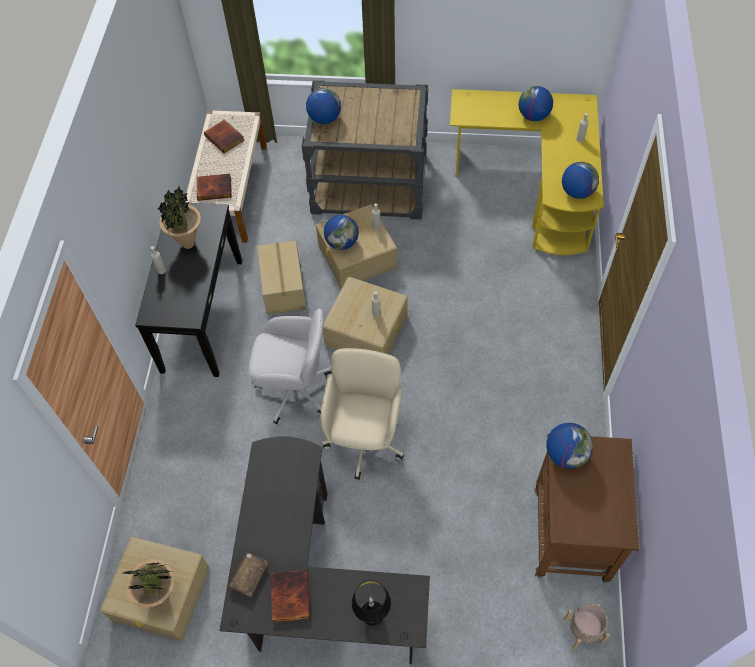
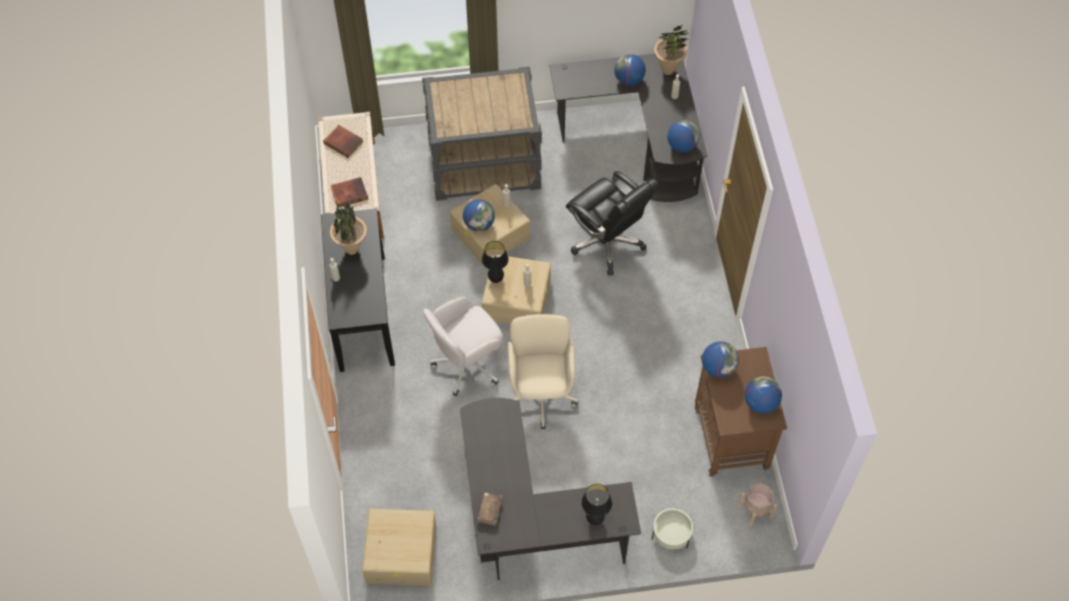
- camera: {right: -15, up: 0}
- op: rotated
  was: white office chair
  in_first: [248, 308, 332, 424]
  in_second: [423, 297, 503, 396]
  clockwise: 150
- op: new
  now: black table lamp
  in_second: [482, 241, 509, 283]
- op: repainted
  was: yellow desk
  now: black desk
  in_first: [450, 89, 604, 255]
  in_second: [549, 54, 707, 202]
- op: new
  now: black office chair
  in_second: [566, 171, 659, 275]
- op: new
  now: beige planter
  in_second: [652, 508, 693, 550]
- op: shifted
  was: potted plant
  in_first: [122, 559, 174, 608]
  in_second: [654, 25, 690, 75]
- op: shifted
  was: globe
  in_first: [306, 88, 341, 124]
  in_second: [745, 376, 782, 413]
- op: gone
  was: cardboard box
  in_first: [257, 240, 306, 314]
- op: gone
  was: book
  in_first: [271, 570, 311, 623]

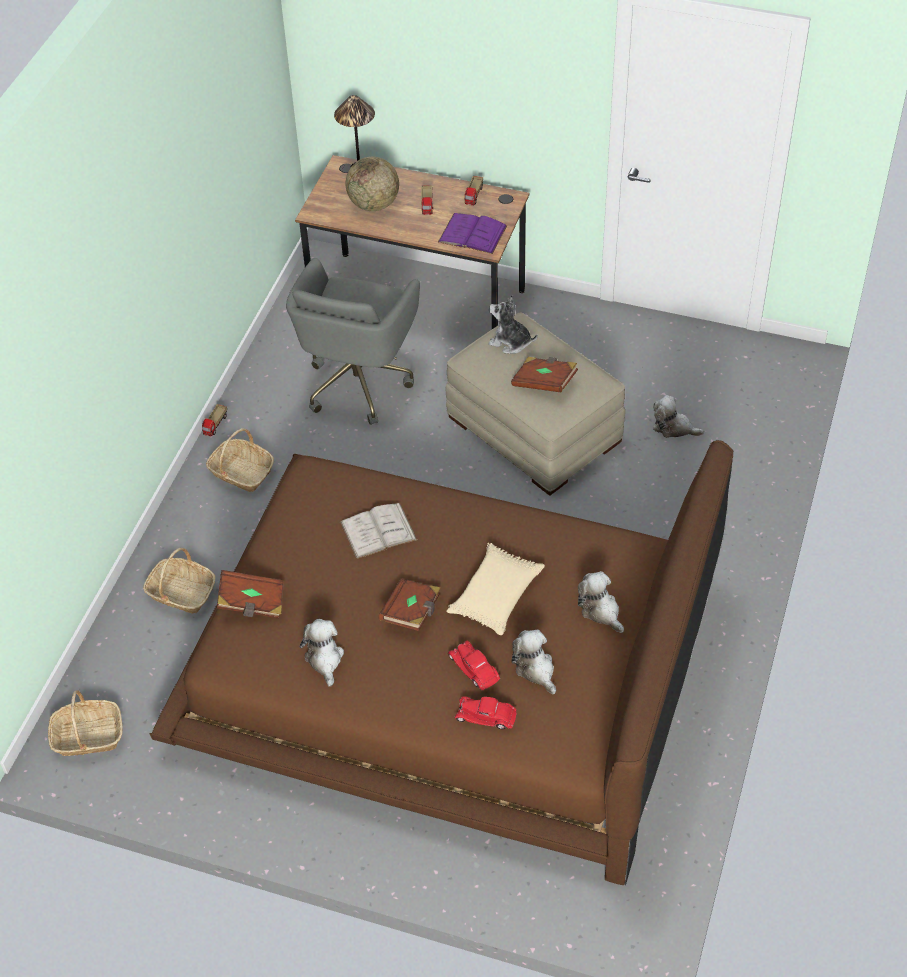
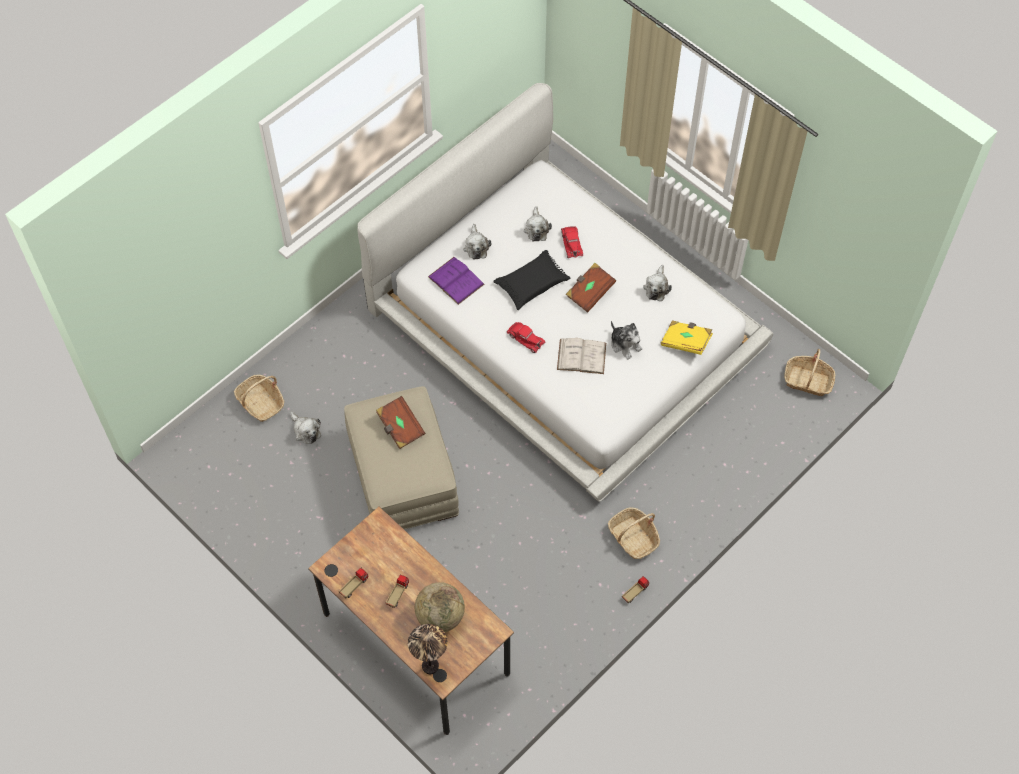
- camera: {right: -155, up: 10}
- op: shifted
  was: basket
  in_first: [143, 548, 215, 613]
  in_second: [234, 375, 284, 422]
- op: repainted
  was: brown bed
  now: white bed
  in_first: [150, 440, 733, 885]
  in_second: [357, 83, 773, 502]
- op: shifted
  was: purple book
  in_first: [438, 213, 507, 254]
  in_second: [428, 257, 484, 305]
- op: repainted
  was: beige pillow
  now: black pillow
  in_first: [446, 543, 545, 635]
  in_second: [493, 250, 570, 310]
- op: shifted
  was: red toy car
  in_first: [455, 696, 517, 729]
  in_second: [507, 322, 546, 353]
- op: shifted
  was: plush toy
  in_first: [489, 295, 537, 354]
  in_second: [611, 321, 642, 360]
- op: repainted
  was: brown book
  now: yellow book
  in_first: [217, 570, 284, 619]
  in_second: [661, 320, 713, 355]
- op: gone
  was: grey office chair
  in_first: [286, 258, 420, 425]

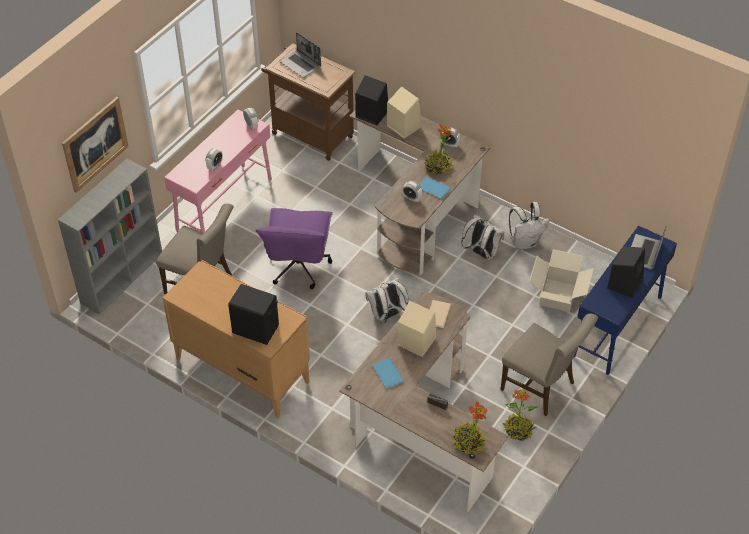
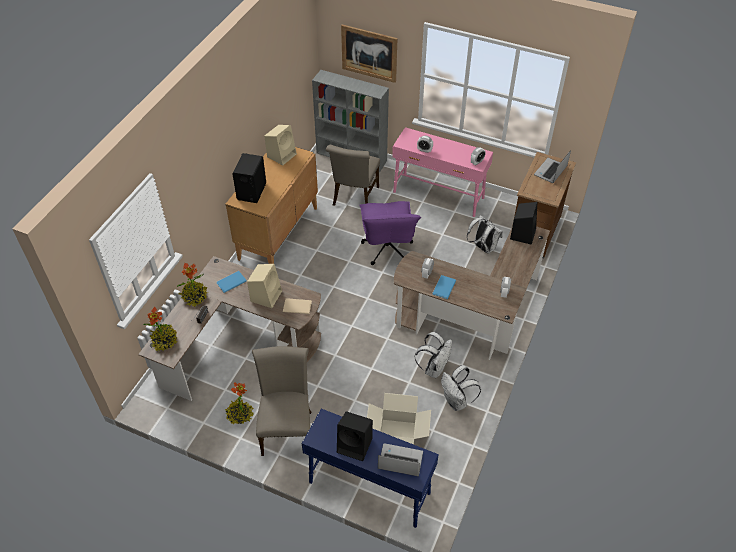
- camera: {right: 80, up: 0}
- op: shifted
  was: potted plant
  in_first: [425, 124, 454, 174]
  in_second: [177, 263, 207, 307]
- op: rotated
  was: beige chair
  in_first: [500, 314, 598, 416]
  in_second: [252, 346, 311, 456]
  clockwise: 150
- op: shifted
  was: beige speaker
  in_first: [387, 86, 422, 138]
  in_second: [264, 125, 297, 165]
- op: rotated
  was: purple office chair
  in_first: [255, 208, 333, 289]
  in_second: [359, 201, 421, 265]
  clockwise: -90
- op: shifted
  was: white backpack
  in_first: [365, 277, 408, 323]
  in_second: [467, 215, 503, 254]

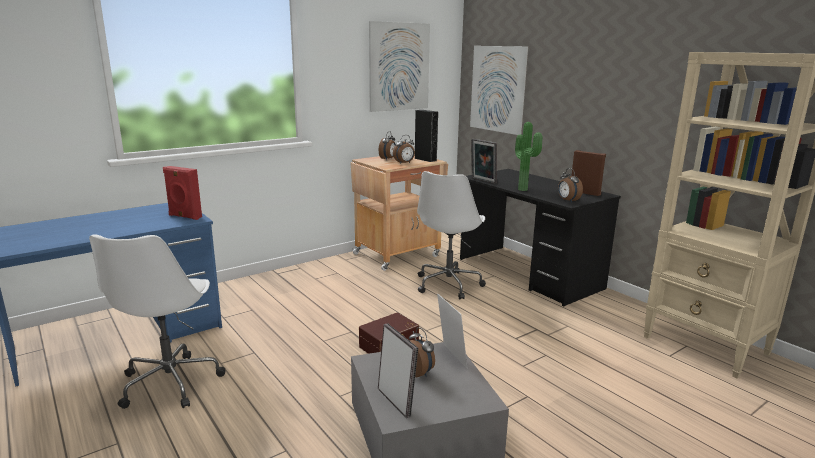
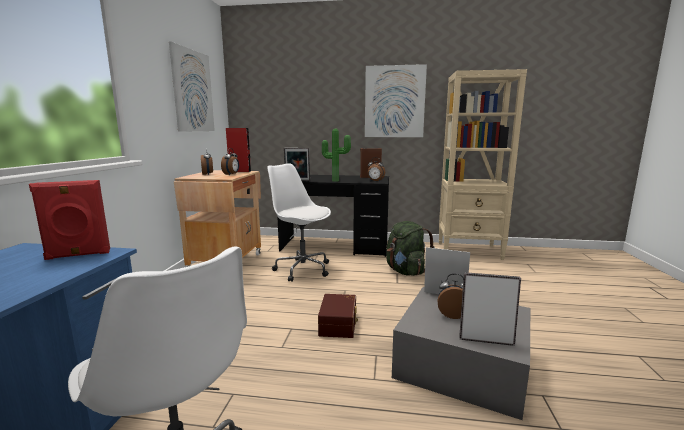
- camera: {right: -45, up: -5}
- op: repainted
  was: black speaker
  now: red speaker
  in_first: [414, 110, 438, 162]
  in_second: [226, 128, 251, 172]
- op: rotated
  was: white office chair
  in_first: [417, 171, 486, 299]
  in_second: [267, 163, 331, 282]
  clockwise: 150
- op: shifted
  was: picture
  in_first: [470, 46, 528, 135]
  in_second: [365, 64, 427, 137]
- op: new
  now: green backpack
  in_second: [386, 221, 435, 276]

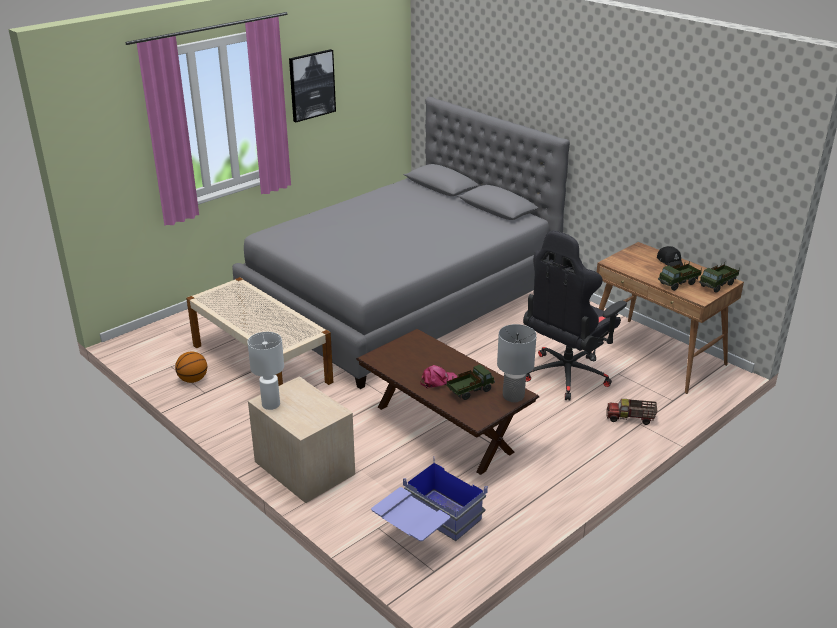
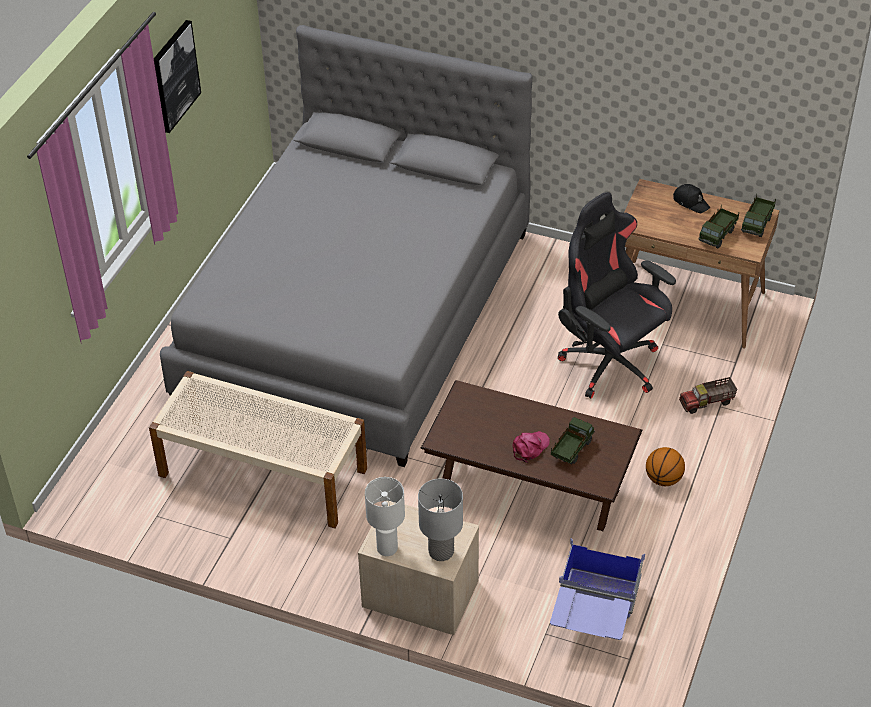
- camera: {right: -25, up: 15}
- op: shifted
  was: grey table lamp
  in_first: [497, 324, 537, 403]
  in_second: [418, 478, 463, 561]
- op: rotated
  was: black office chair
  in_first: [523, 230, 627, 400]
  in_second: [558, 192, 676, 399]
  clockwise: 120
- op: shifted
  was: basketball
  in_first: [175, 351, 207, 383]
  in_second: [646, 447, 685, 486]

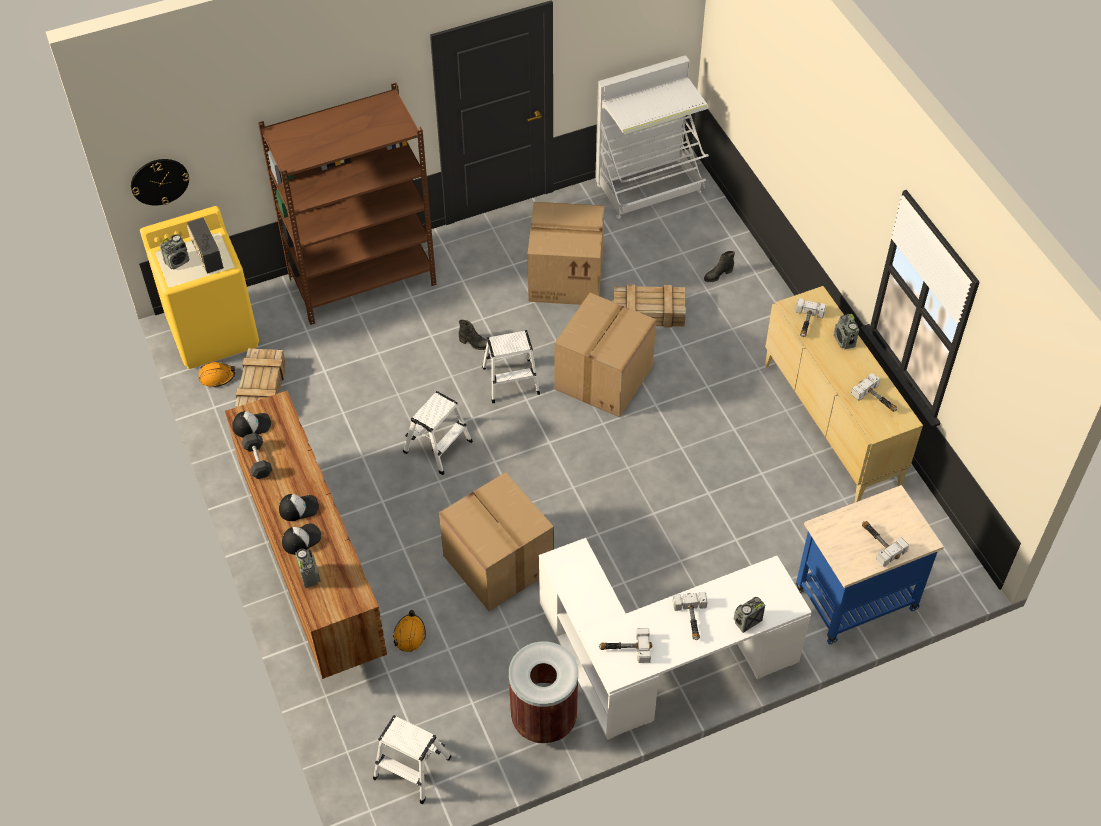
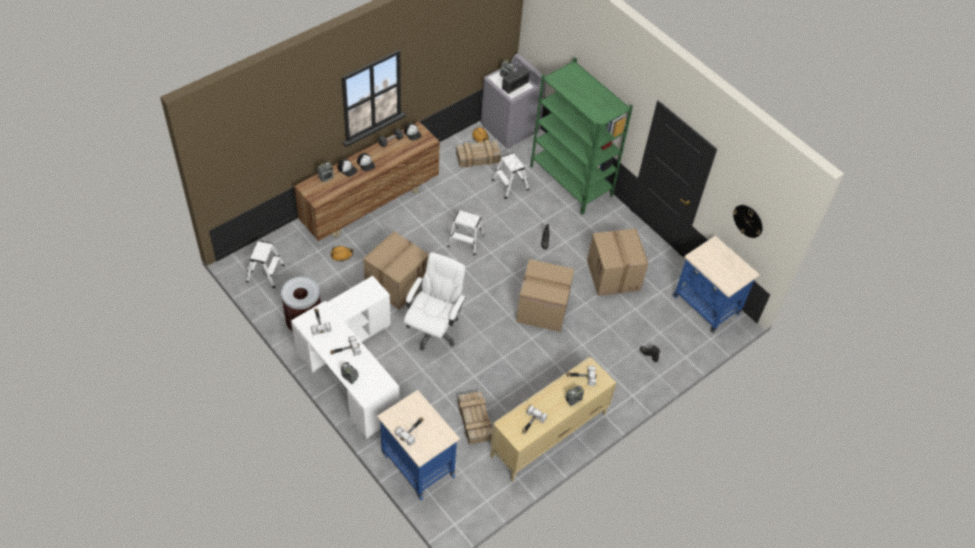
- camera: {right: 70, up: 0}
- op: new
  now: white office chair
  in_second: [404, 252, 466, 351]
- op: shifted
  was: crate
  in_first: [613, 284, 686, 328]
  in_second: [458, 391, 492, 445]
- op: repainted
  was: yellow washing machine
  now: grey washing machine
  in_first: [140, 206, 259, 369]
  in_second: [481, 53, 546, 149]
- op: shifted
  was: white step ladder
  in_first: [482, 330, 540, 403]
  in_second: [492, 152, 529, 199]
- op: repainted
  was: brown bookcase
  now: green bookcase
  in_first: [258, 83, 436, 325]
  in_second: [530, 58, 633, 215]
- op: swapped
  was: white shoe rack
  now: blue cart
  in_first: [595, 55, 709, 218]
  in_second: [673, 236, 760, 334]
- op: shifted
  was: wall clock
  in_first: [131, 159, 189, 205]
  in_second: [733, 205, 763, 238]

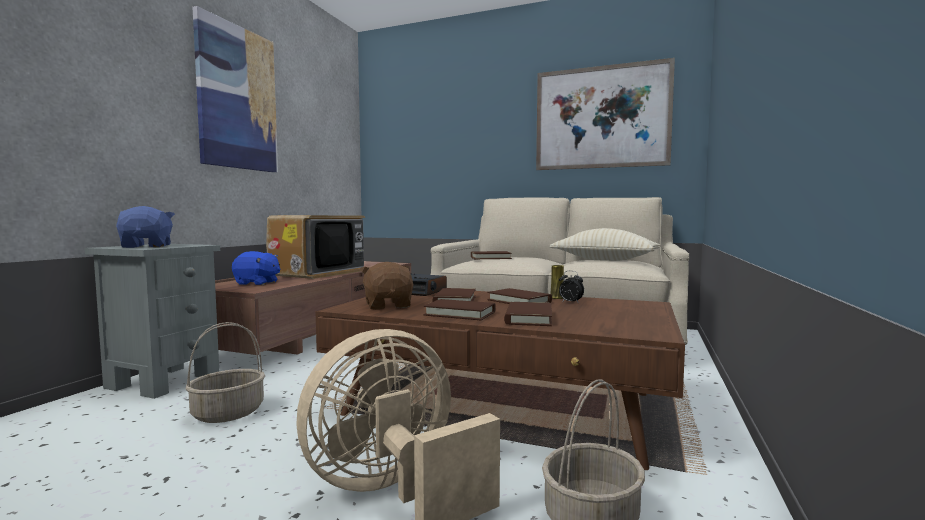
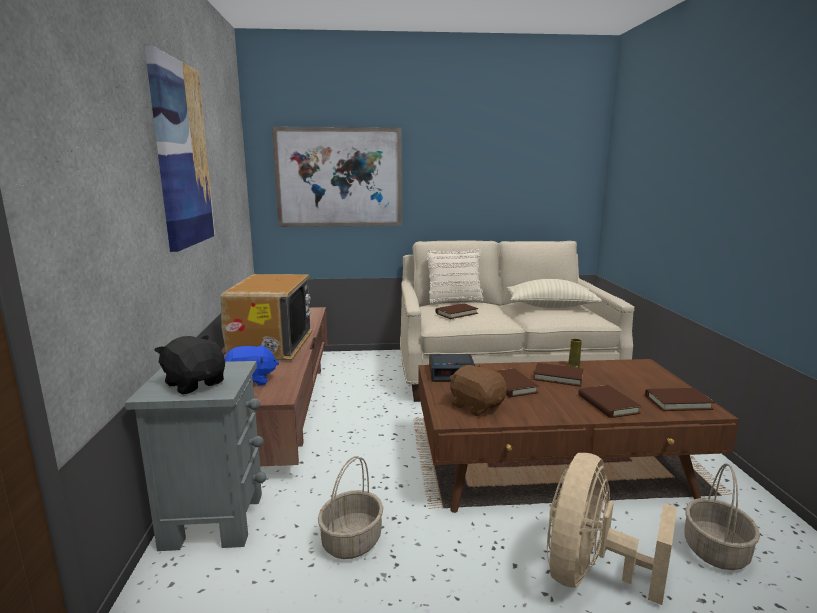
- camera: {right: -25, up: 10}
- op: repainted
  was: blue plush toy
  now: black plush toy
  in_first: [116, 206, 175, 248]
  in_second: [154, 335, 225, 394]
- op: shifted
  was: picture
  in_first: [536, 58, 675, 170]
  in_second: [272, 127, 402, 227]
- op: new
  now: beige pillow
  in_second: [426, 249, 484, 305]
- op: shifted
  was: brown book
  in_first: [423, 299, 496, 320]
  in_second: [645, 388, 715, 411]
- op: gone
  was: alarm clock
  in_first: [559, 271, 584, 302]

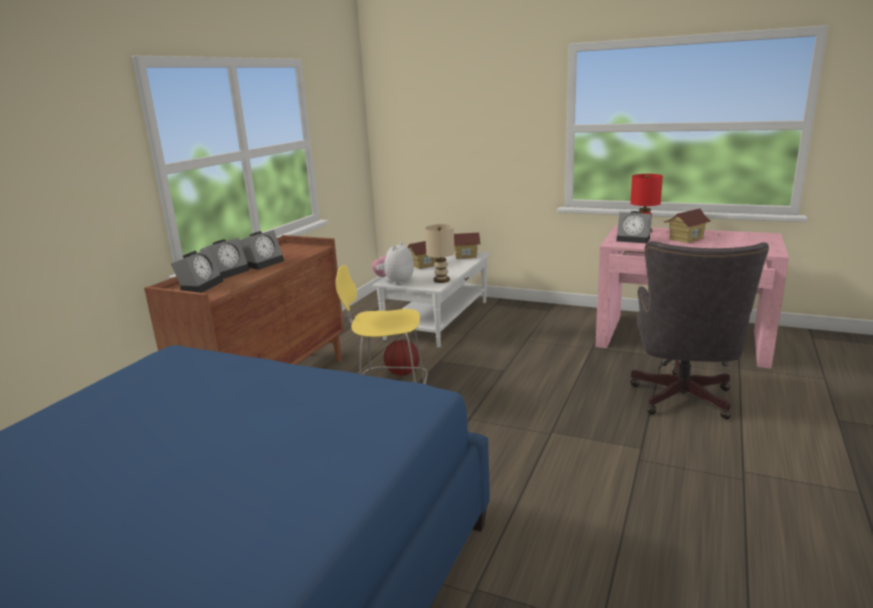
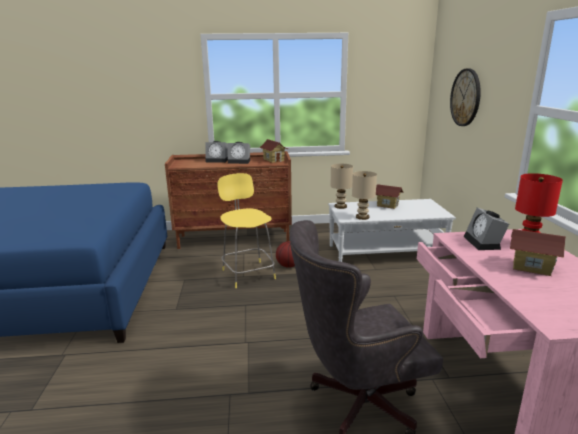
- camera: {right: 60, up: 0}
- op: shifted
  was: toy house
  in_first: [454, 233, 481, 259]
  in_second: [259, 139, 288, 163]
- op: swapped
  was: plush toy
  now: beige table lamp
  in_first: [372, 242, 414, 285]
  in_second: [330, 164, 353, 209]
- op: new
  now: wall clock
  in_second: [450, 68, 481, 126]
- op: gone
  was: alarm clock
  in_first: [171, 248, 223, 293]

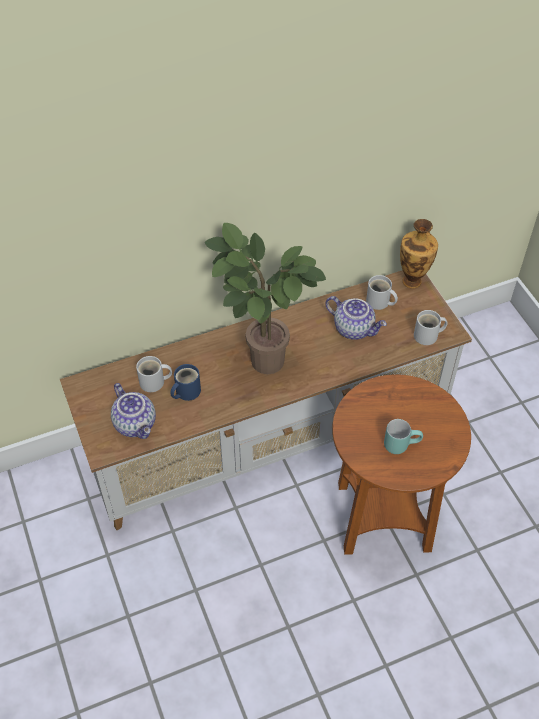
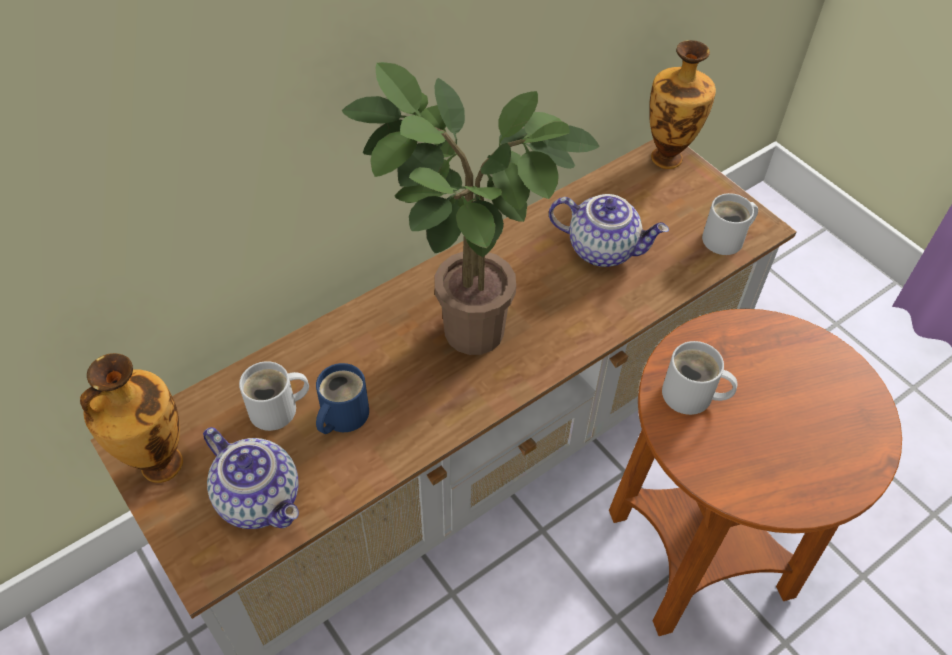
- camera: {right: -15, up: 0}
- op: new
  now: vase
  in_second: [80, 353, 183, 483]
- op: shifted
  was: white mug
  in_first: [366, 275, 398, 310]
  in_second: [662, 341, 738, 415]
- op: gone
  was: turquoise mug
  in_first: [384, 419, 423, 454]

